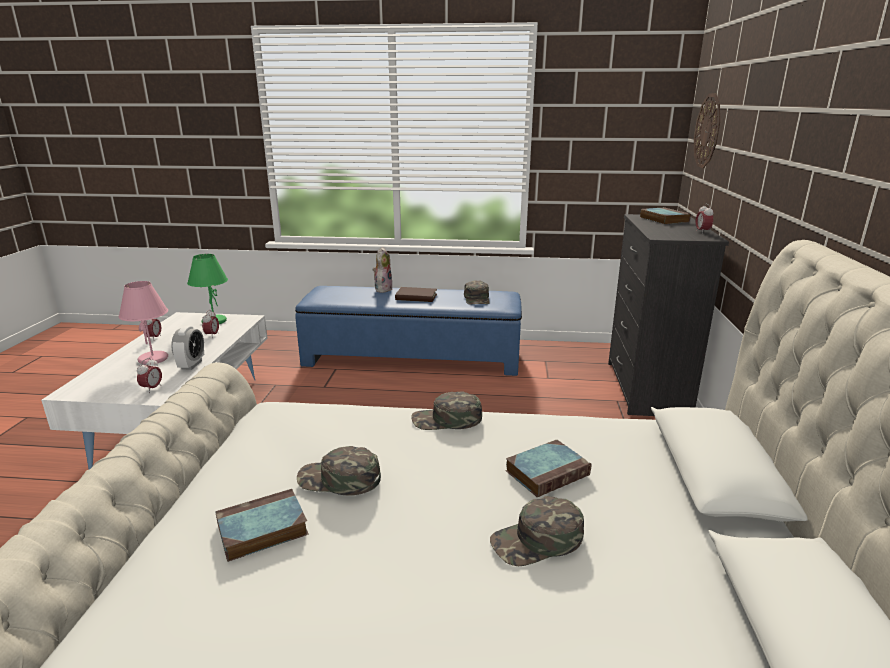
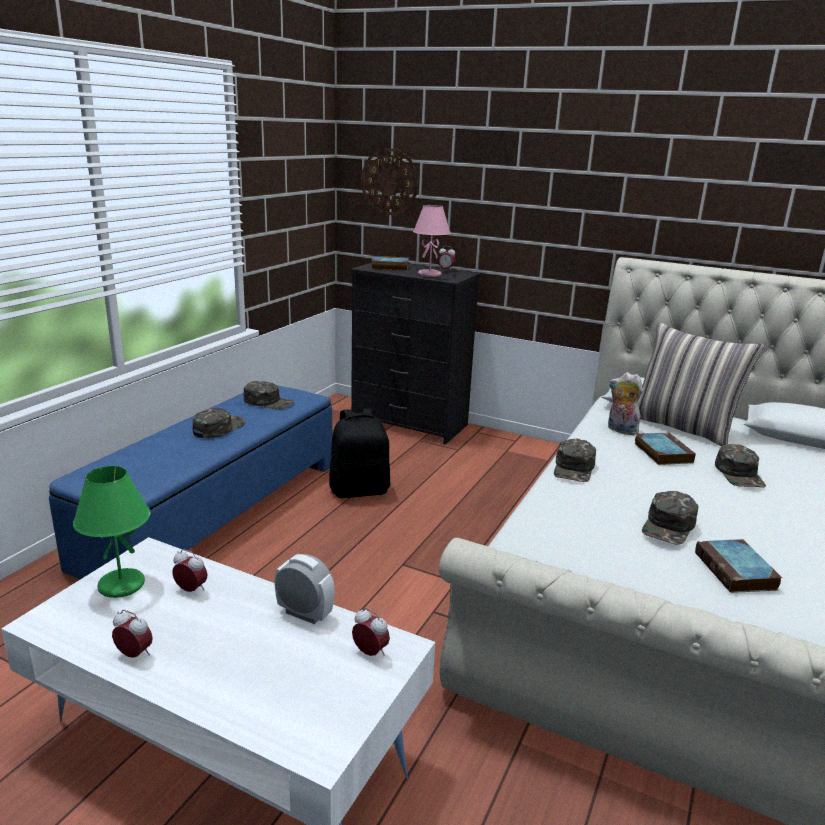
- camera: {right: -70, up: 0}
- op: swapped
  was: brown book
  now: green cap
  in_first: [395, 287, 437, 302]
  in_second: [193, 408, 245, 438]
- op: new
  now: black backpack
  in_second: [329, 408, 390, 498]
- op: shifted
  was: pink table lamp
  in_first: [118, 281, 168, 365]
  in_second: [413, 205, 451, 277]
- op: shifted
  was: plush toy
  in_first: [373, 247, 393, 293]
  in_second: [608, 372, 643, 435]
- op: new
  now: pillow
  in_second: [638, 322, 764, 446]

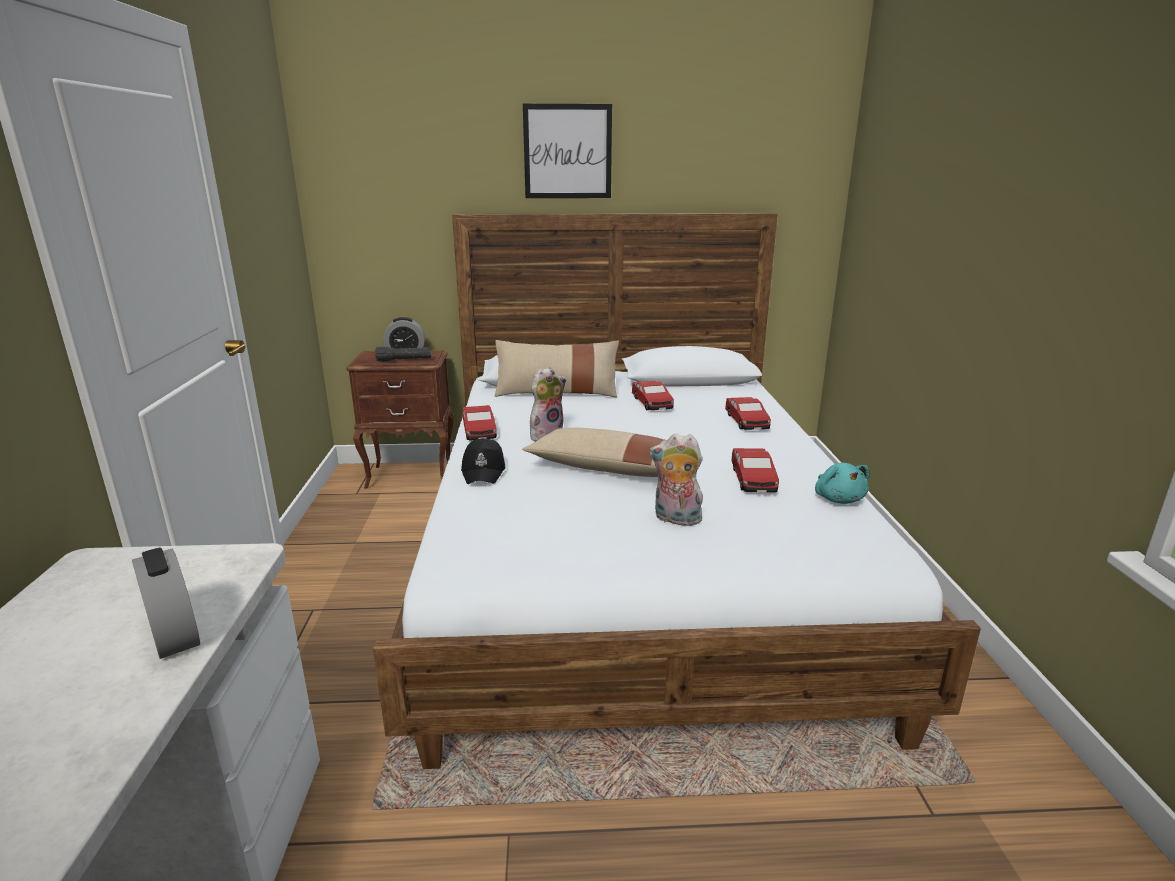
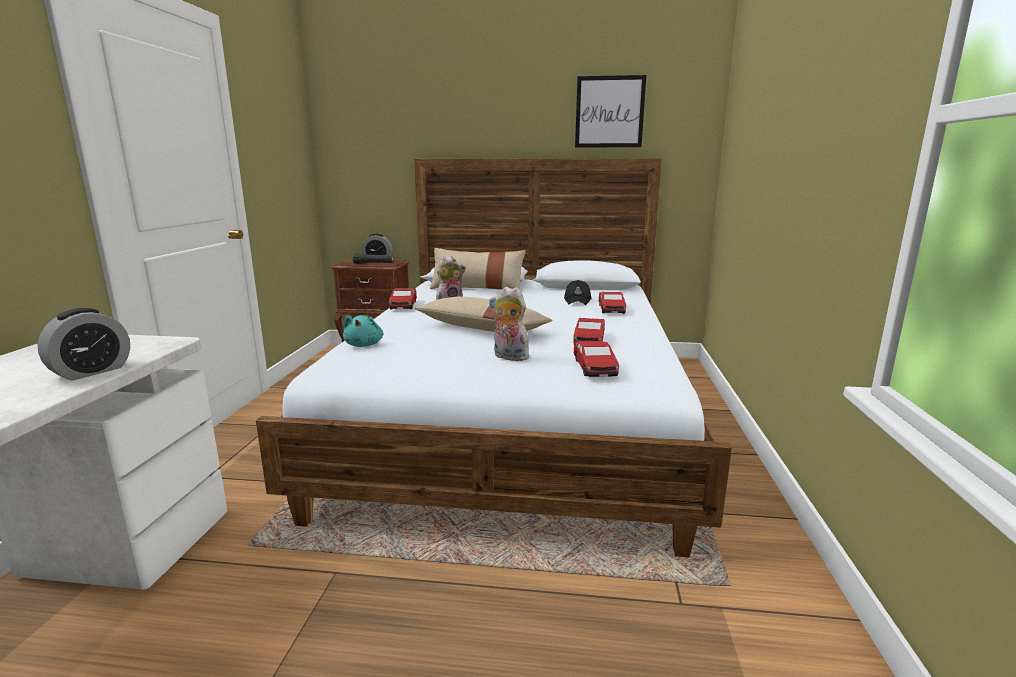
- camera: {right: 10, up: -5}
- op: rotated
  was: alarm clock
  in_first: [132, 548, 200, 659]
  in_second: [37, 308, 130, 381]
  clockwise: 60
- op: shifted
  was: turquoise plush toy
  in_first: [815, 463, 869, 504]
  in_second: [343, 315, 383, 347]
- op: shifted
  was: black cap
  in_first: [461, 438, 505, 484]
  in_second: [564, 280, 591, 305]
- op: shifted
  was: toy car
  in_first: [632, 381, 674, 410]
  in_second: [574, 341, 619, 377]
- op: shifted
  was: picture
  in_first: [523, 104, 612, 198]
  in_second: [575, 75, 646, 148]

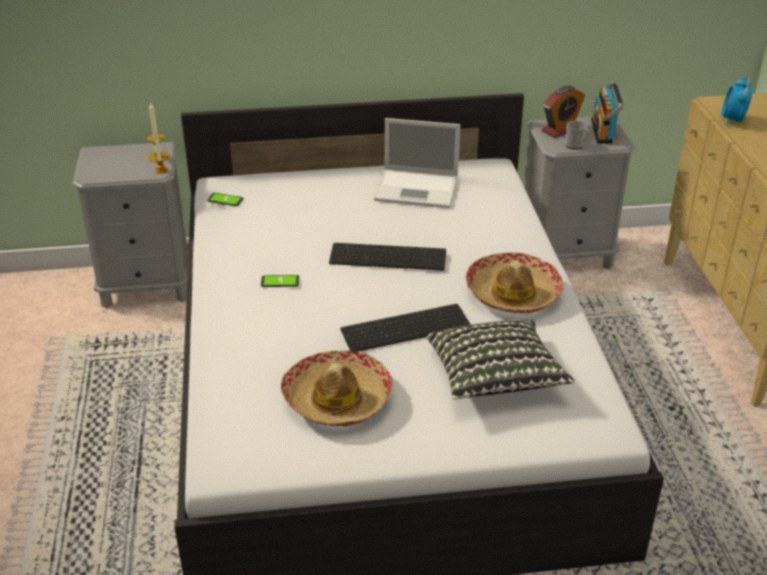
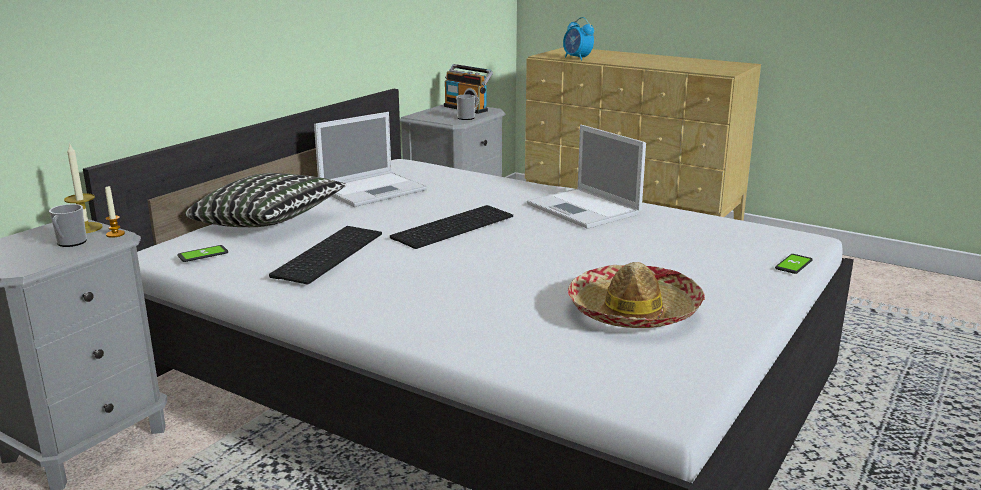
- camera: {right: -50, up: -15}
- op: new
  now: mug
  in_second: [49, 204, 87, 247]
- op: shifted
  was: pillow
  in_first: [427, 320, 575, 399]
  in_second: [185, 173, 347, 227]
- op: shifted
  was: keyboard
  in_first: [340, 304, 471, 352]
  in_second: [269, 226, 382, 284]
- op: swapped
  was: hat
  now: laptop
  in_first: [466, 252, 563, 313]
  in_second: [527, 125, 646, 229]
- op: shifted
  was: phone
  in_first: [261, 275, 299, 287]
  in_second: [775, 254, 813, 274]
- op: gone
  was: alarm clock
  in_first: [542, 86, 585, 138]

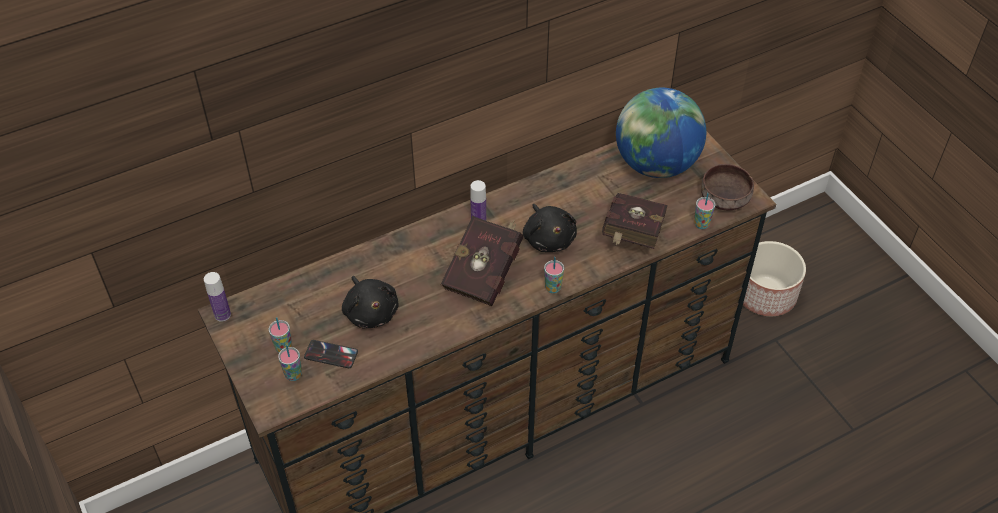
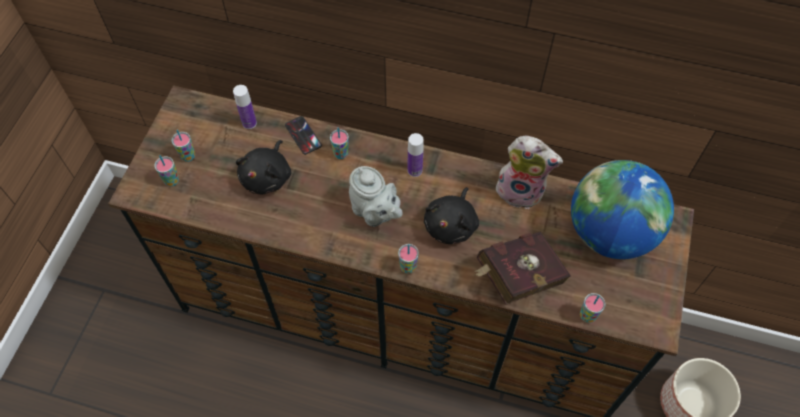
- camera: {right: 45, up: 10}
- op: shifted
  was: bottle
  in_first: [204, 272, 231, 322]
  in_second: [233, 85, 257, 129]
- op: shifted
  was: phone
  in_first: [304, 340, 358, 368]
  in_second: [285, 116, 322, 155]
- op: new
  now: cup
  in_second: [330, 127, 349, 159]
- op: swapped
  was: red book
  now: grey teapot
  in_first: [441, 216, 523, 306]
  in_second: [349, 166, 403, 227]
- op: new
  now: plush toy
  in_second: [496, 136, 563, 209]
- op: gone
  was: brown bowl
  in_first: [701, 164, 754, 210]

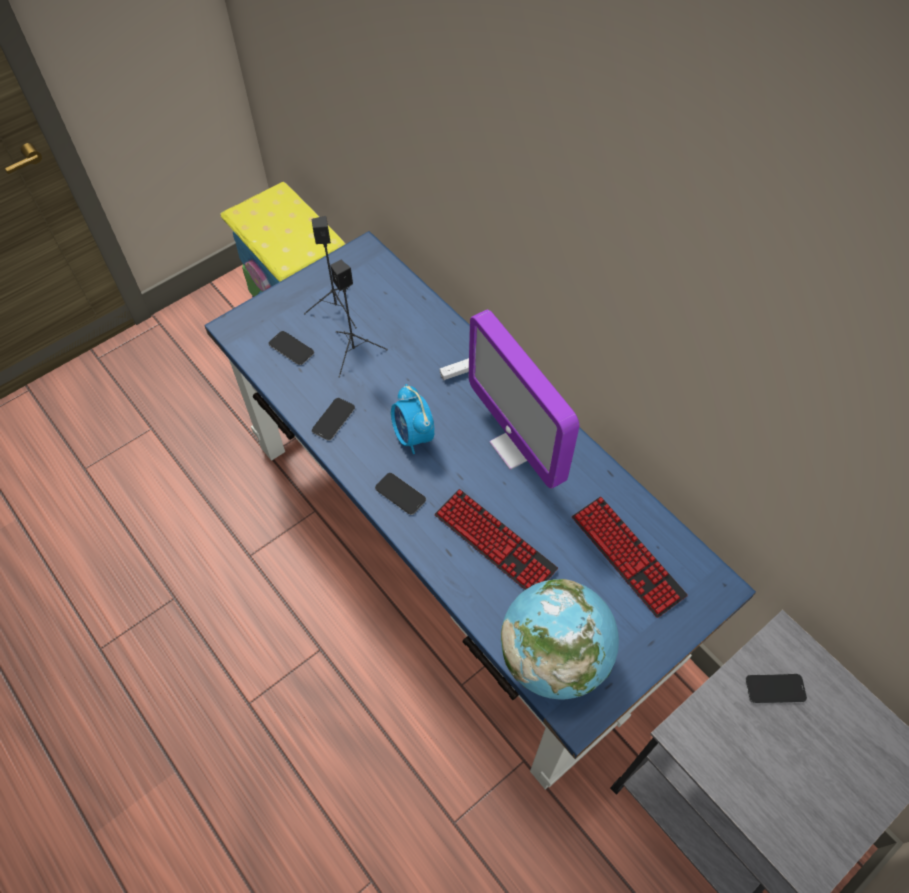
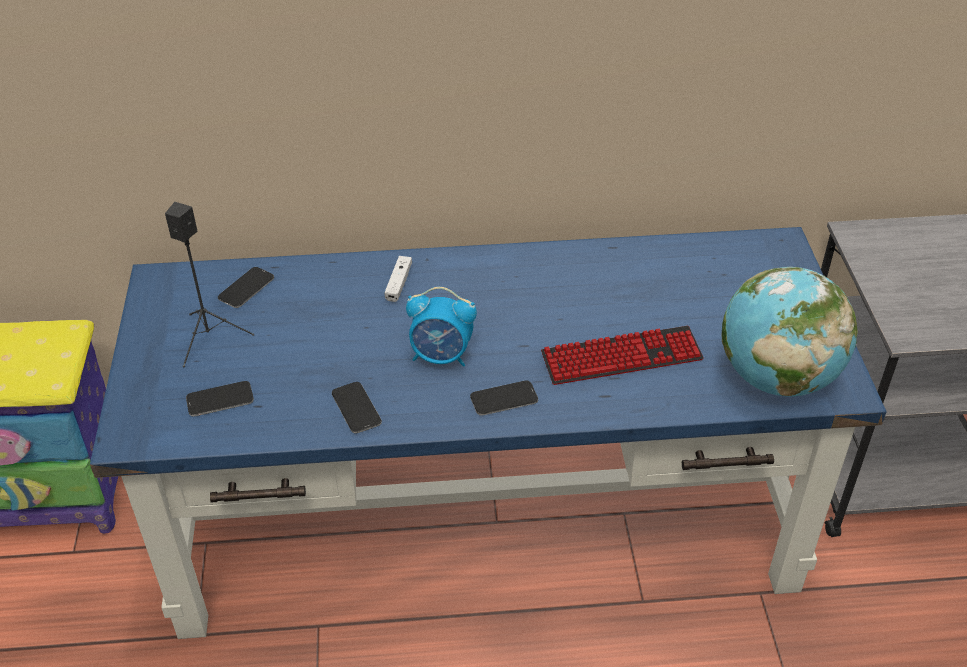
- camera: {right: -55, up: -15}
- op: shifted
  was: phone
  in_first: [745, 674, 807, 704]
  in_second: [218, 267, 274, 308]
- op: gone
  was: black speaker
  in_first: [330, 260, 388, 378]
- op: gone
  was: monitor
  in_first: [469, 310, 579, 488]
- op: gone
  was: keyboard
  in_first: [572, 497, 688, 618]

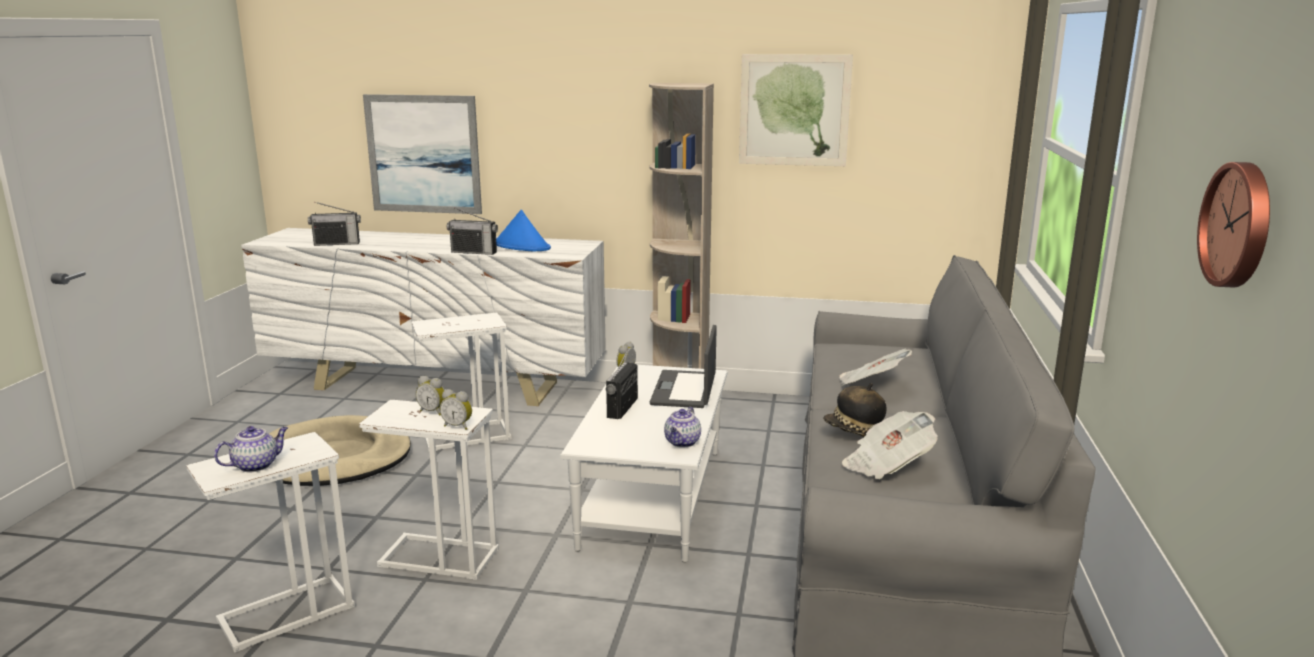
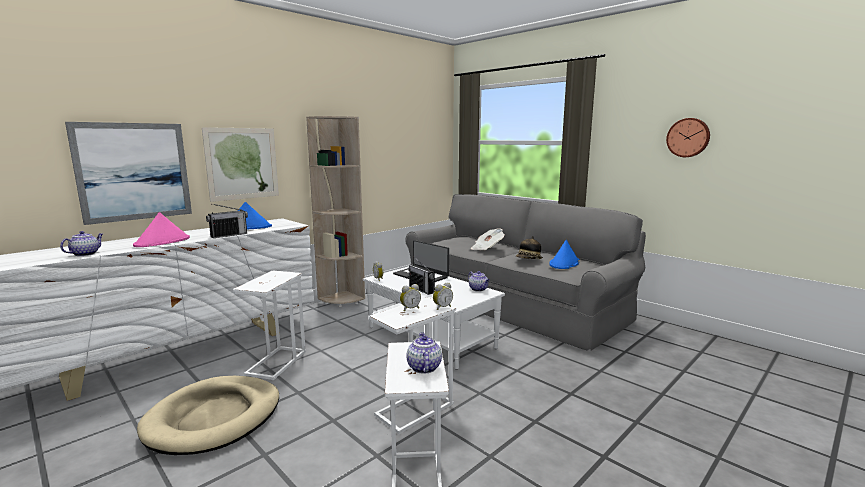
- camera: {right: -55, up: -5}
- op: swapped
  was: radio
  now: teapot
  in_first: [308, 202, 361, 246]
  in_second: [60, 231, 103, 256]
- op: new
  now: pink hat
  in_second: [133, 212, 190, 247]
- op: shifted
  was: picture
  in_first: [739, 54, 853, 166]
  in_second: [202, 127, 279, 202]
- op: swapped
  was: newspaper
  now: blue hat
  in_first: [842, 411, 938, 479]
  in_second: [549, 240, 580, 269]

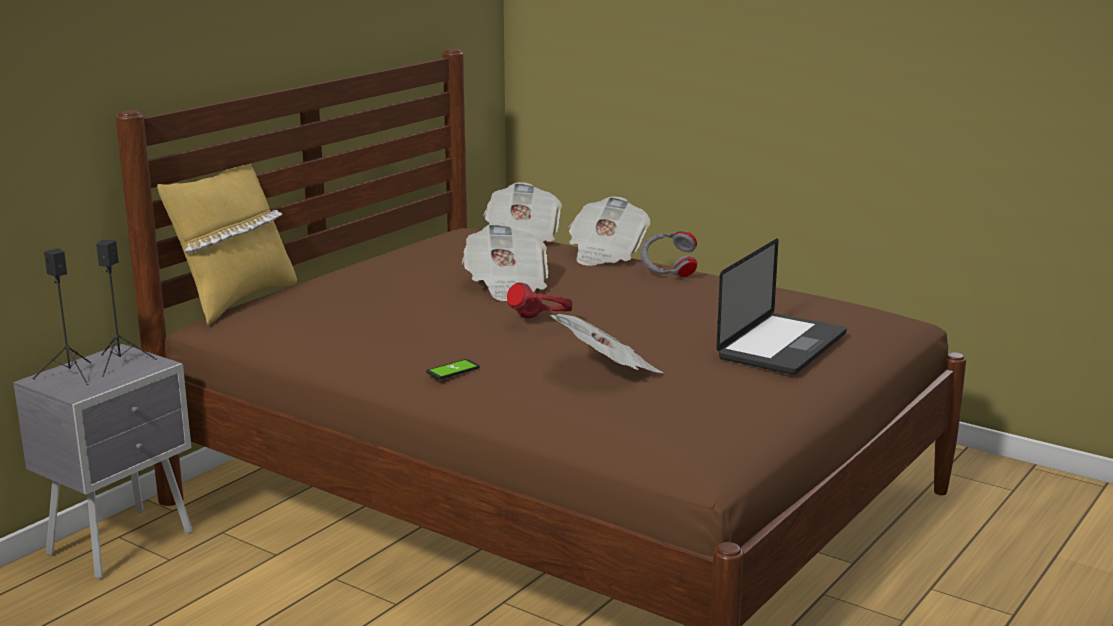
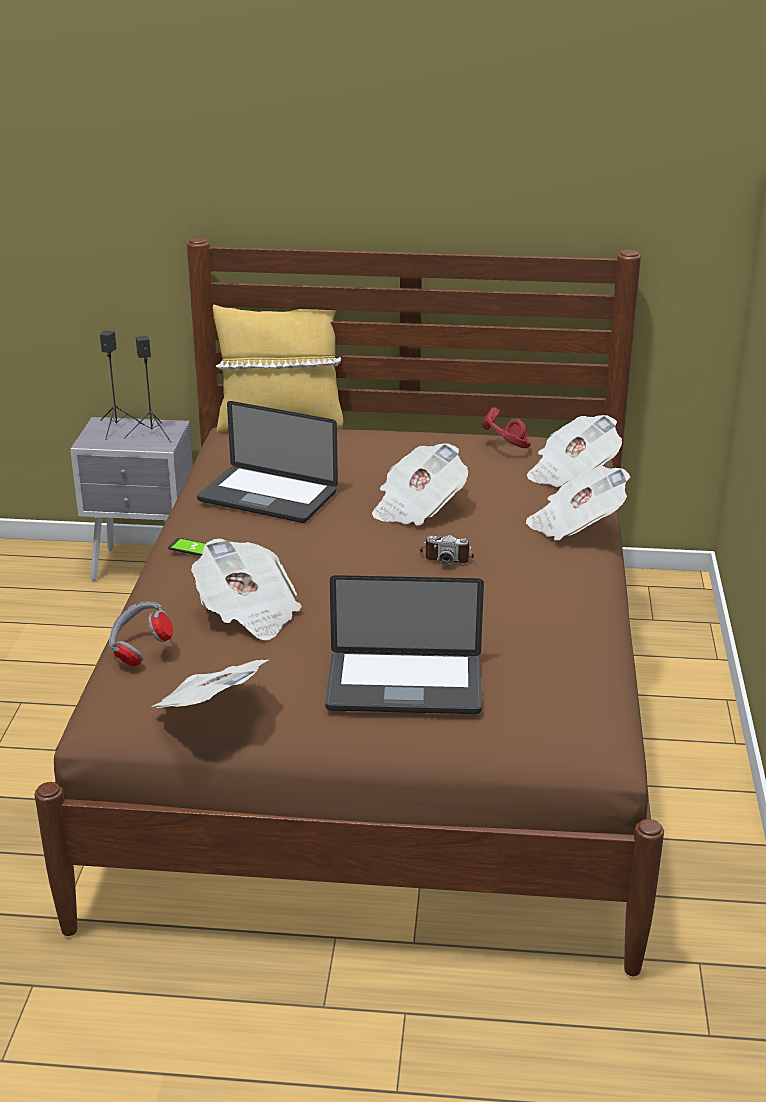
- camera: {right: 60, up: 10}
- op: shifted
  was: grey headphones
  in_first: [641, 231, 697, 277]
  in_second: [109, 601, 173, 666]
- op: new
  now: newspaper
  in_second: [151, 660, 269, 708]
- op: new
  now: laptop
  in_second: [197, 401, 338, 523]
- op: new
  now: photo camera
  in_second: [420, 535, 474, 565]
- op: shifted
  was: red headphones
  in_first: [507, 282, 573, 318]
  in_second: [482, 407, 531, 448]

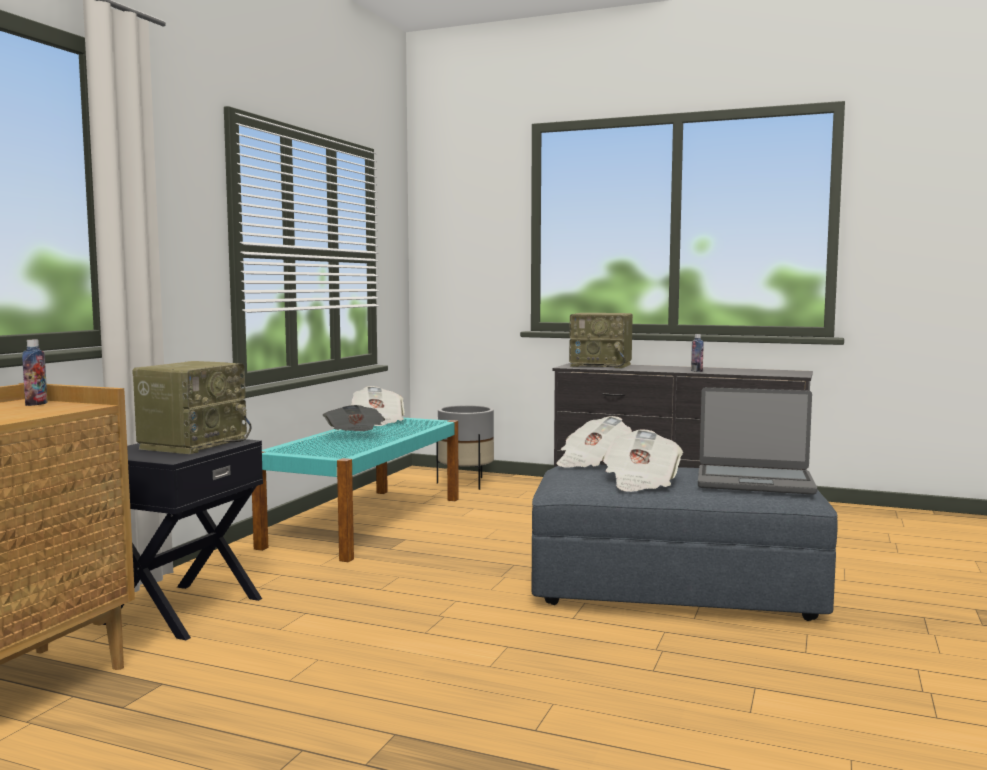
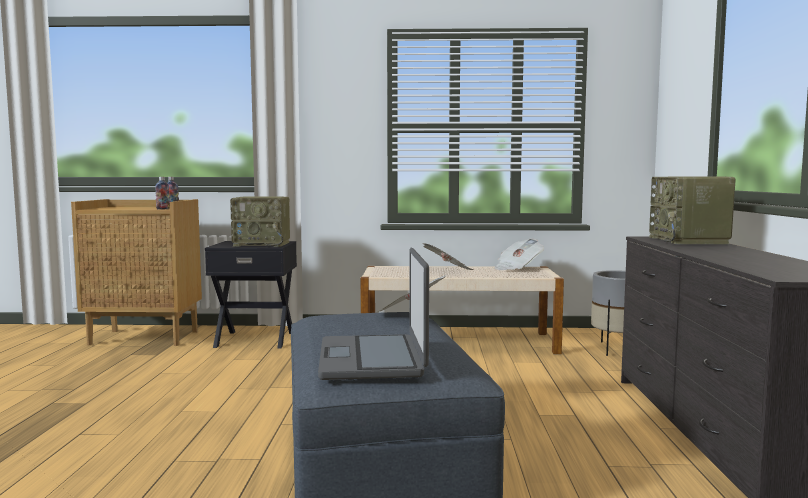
- camera: {right: 70, up: 0}
- op: shifted
  was: bottle
  in_first: [691, 334, 704, 372]
  in_second: [155, 177, 170, 210]
- op: repainted
  was: turquoise bench
  now: beige bench
  in_first: [252, 418, 459, 562]
  in_second: [360, 266, 564, 354]
- op: gone
  was: newspaper
  in_first: [602, 429, 683, 492]

